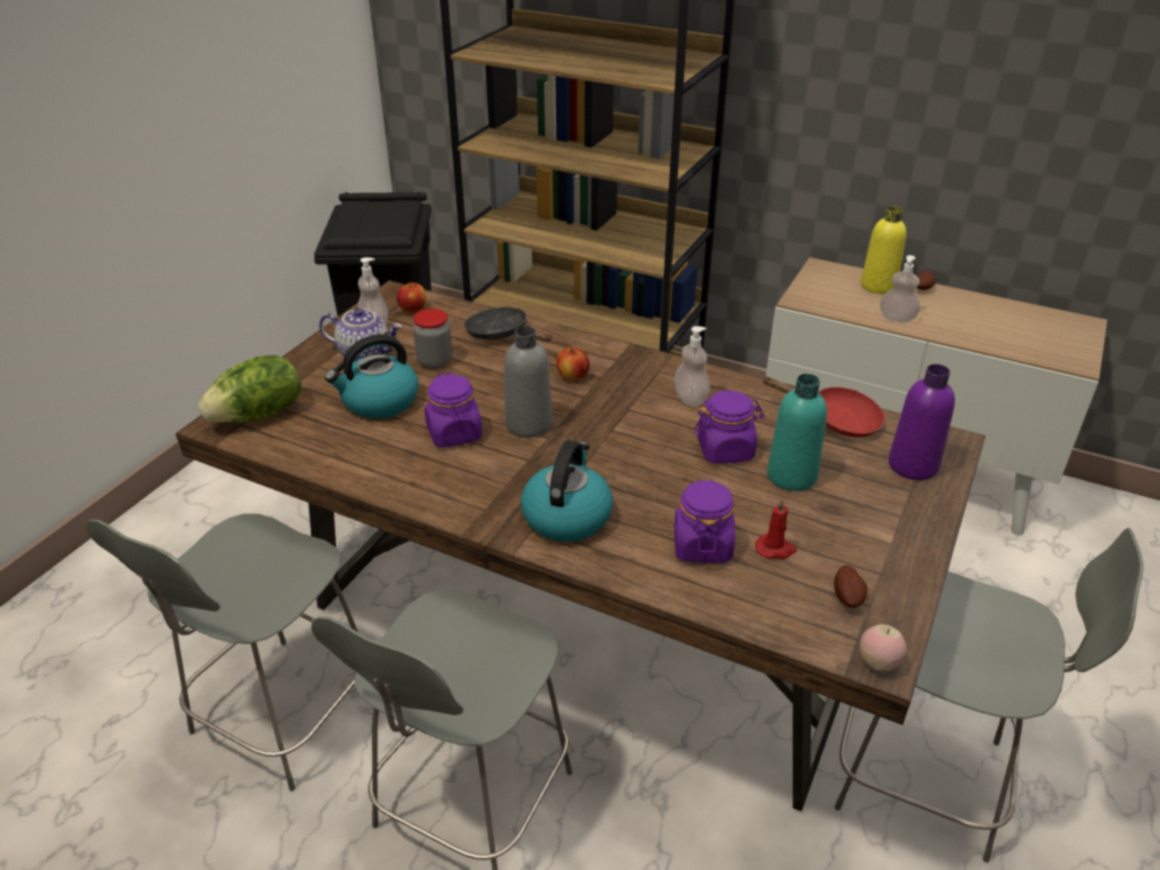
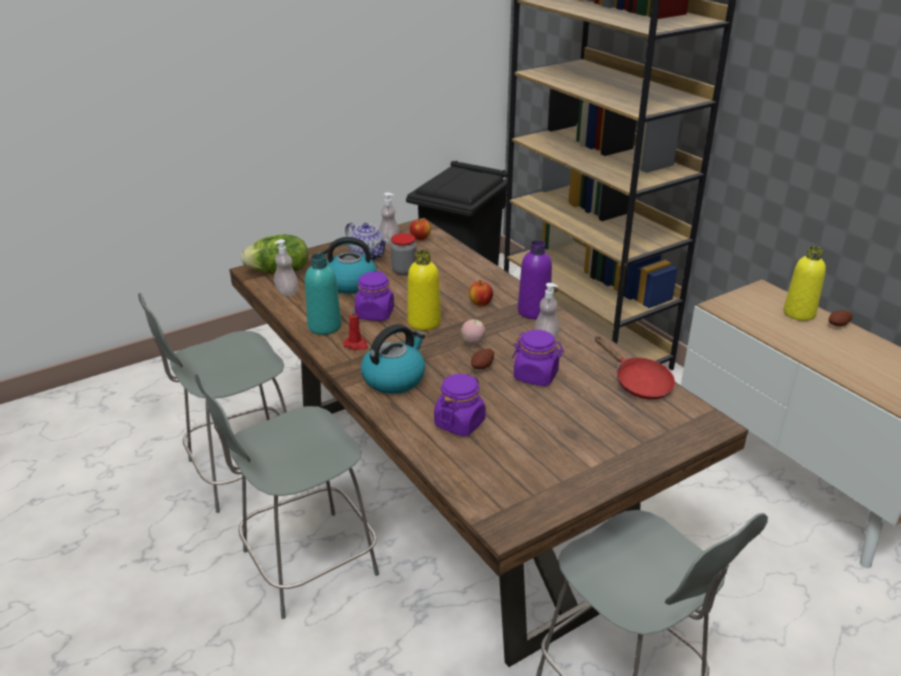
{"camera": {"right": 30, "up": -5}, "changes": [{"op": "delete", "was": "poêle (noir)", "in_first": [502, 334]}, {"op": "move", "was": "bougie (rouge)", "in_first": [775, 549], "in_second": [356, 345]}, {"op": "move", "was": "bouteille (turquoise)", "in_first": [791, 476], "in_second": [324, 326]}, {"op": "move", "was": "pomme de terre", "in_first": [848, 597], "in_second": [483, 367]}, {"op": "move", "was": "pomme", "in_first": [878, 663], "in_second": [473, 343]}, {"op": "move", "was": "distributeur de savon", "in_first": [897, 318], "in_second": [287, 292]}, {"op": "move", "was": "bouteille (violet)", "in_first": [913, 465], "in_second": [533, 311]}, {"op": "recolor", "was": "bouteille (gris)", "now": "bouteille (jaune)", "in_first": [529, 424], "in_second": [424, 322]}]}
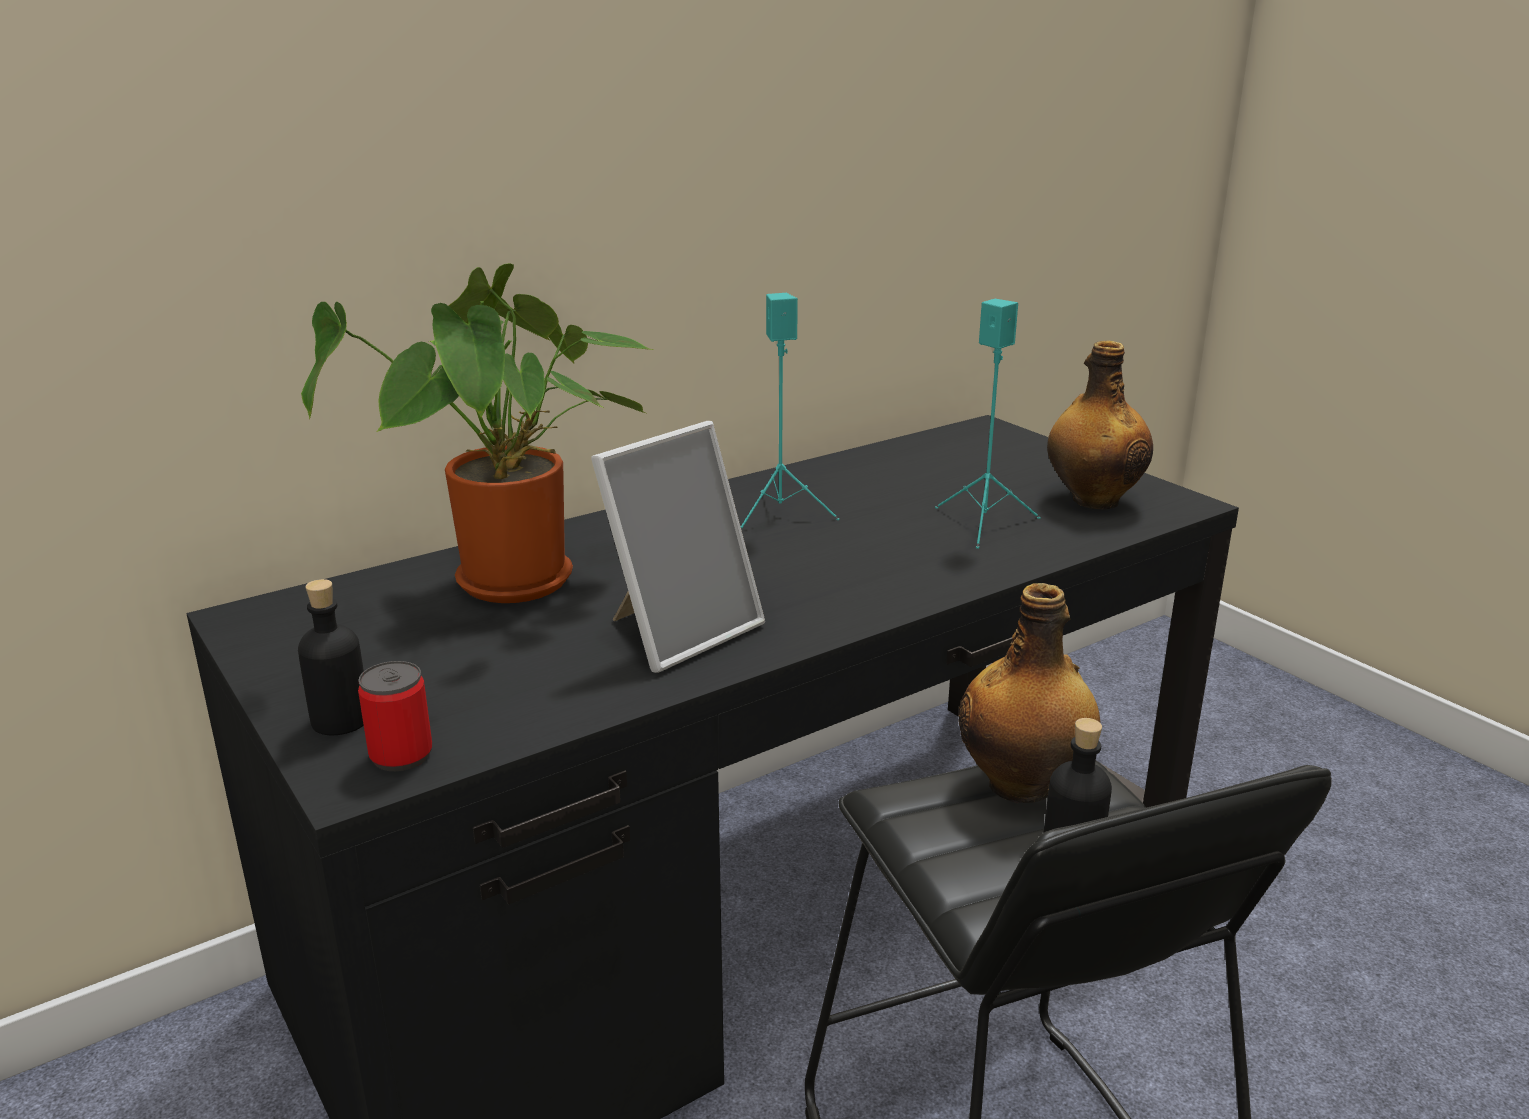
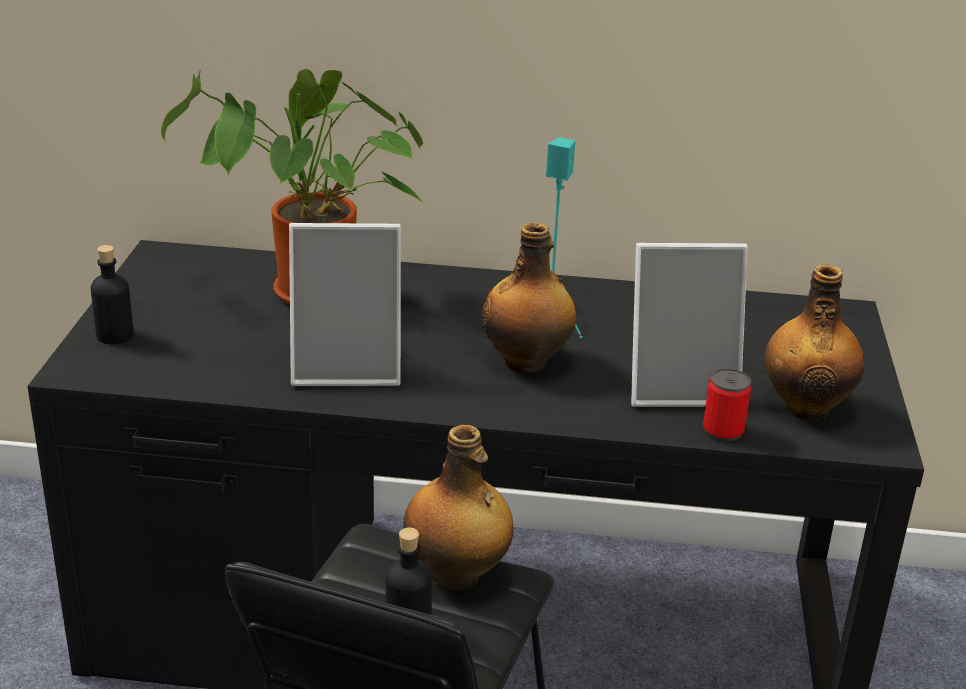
{"camera": {"right": 40, "up": 5}, "changes": [{"op": "insert", "now": "bouteille", "in_second": [526, 362]}, {"op": "move", "was": "boîte métallique", "in_first": [401, 755], "in_second": [723, 431]}, {"op": "replace", "was": "enceinte (turquoise)", "now": "cadre photo", "in_first": [985, 523], "in_second": [680, 387]}]}
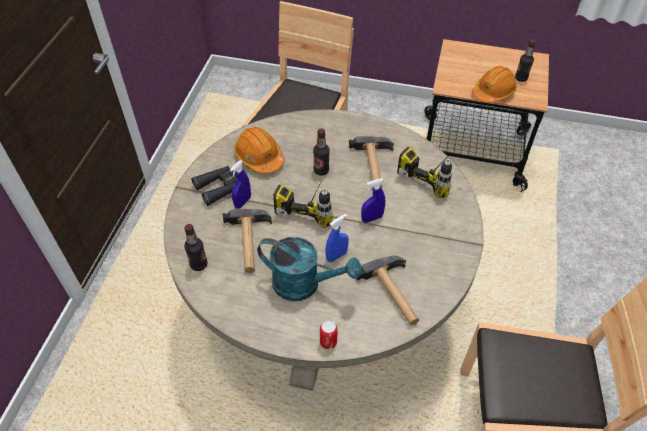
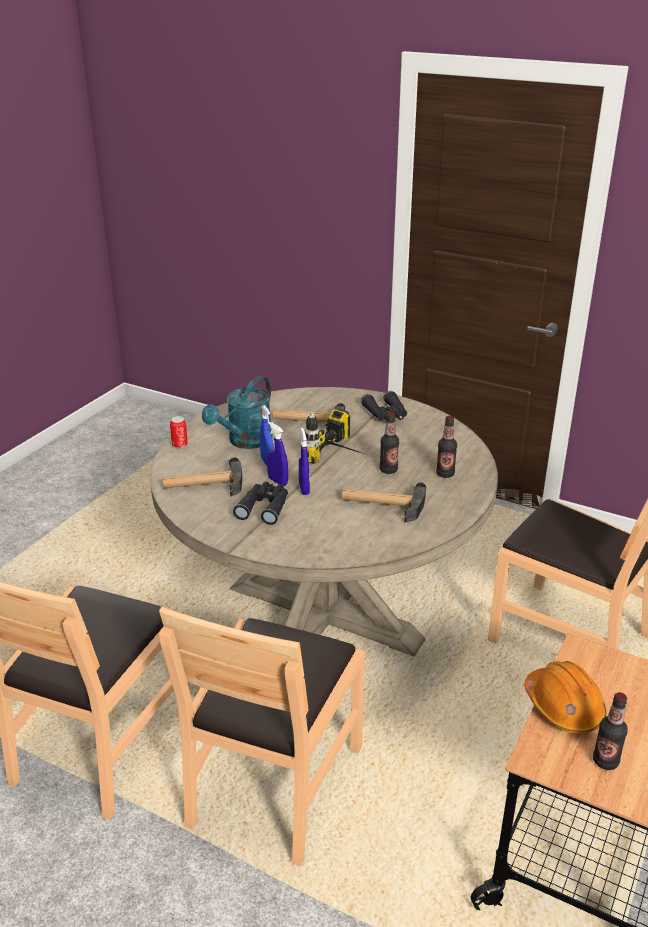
{"camera": {"right": 105, "up": -20}, "changes": [{"op": "delete", "was": "casque de chantier (orange)", "in_first": [259, 157]}, {"op": "delete", "was": "perceuse", "in_first": [434, 173]}, {"op": "insert", "now": "chaise (marron)", "in_second": [274, 784]}, {"op": "insert", "now": "jumelles (noir)", "in_second": [264, 507]}, {"op": "move", "was": "bouteille", "in_first": [199, 264], "in_second": [445, 474]}, {"op": "move", "was": "vaporisateur (bleu)", "in_first": [242, 202], "in_second": [277, 481]}]}
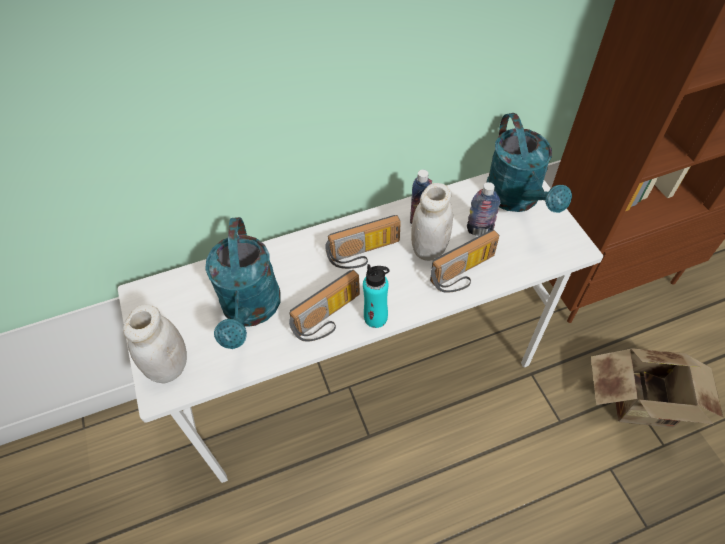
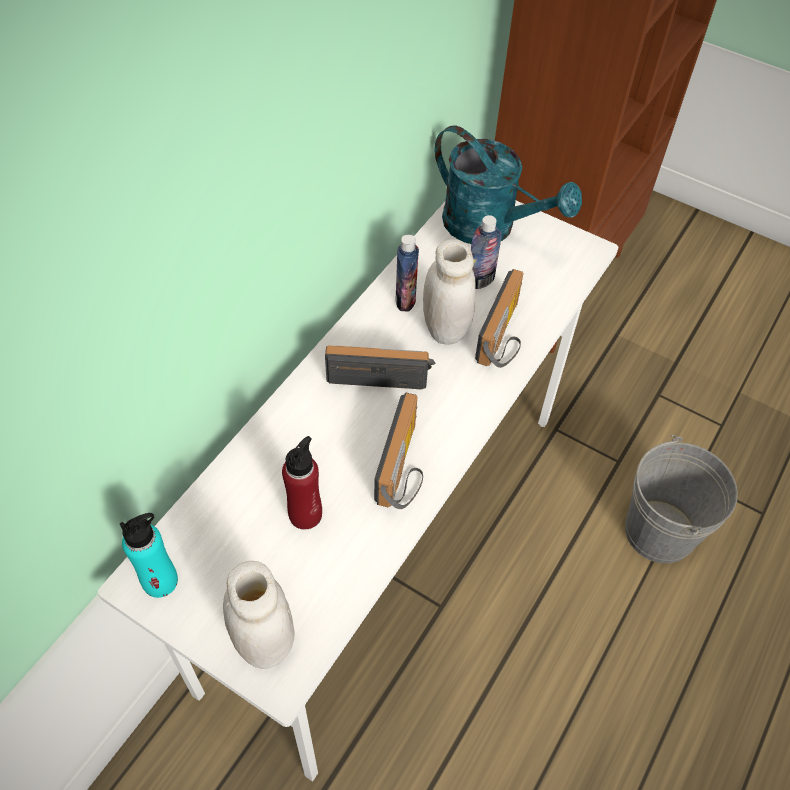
{"camera": {"right": -40, "up": 0}, "changes": [{"op": "delete", "was": "carton", "in_first": [643, 406]}, {"op": "insert", "now": "seau (gris)", "in_second": [659, 531]}, {"op": "move", "was": "bouteille (turquoise)", "in_first": [376, 317], "in_second": [160, 581]}, {"op": "replace", "was": "arrosoir (turquoise)", "now": "bouteille (rouge)", "in_first": [250, 310], "in_second": [305, 514]}, {"op": "rotate", "was": "radio", "in_first": [365, 254], "in_second": [381, 373], "clockwise": -120}]}
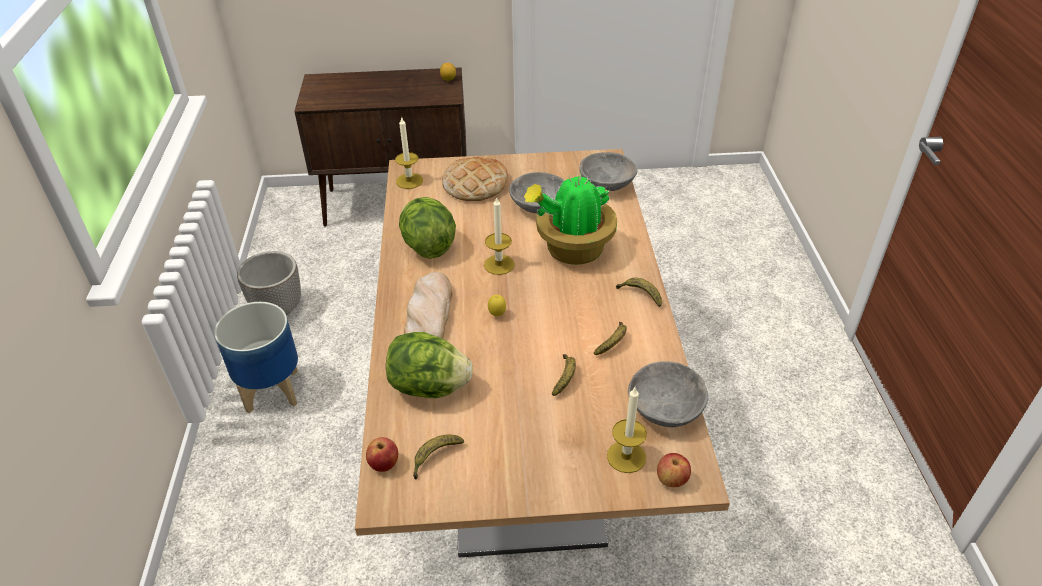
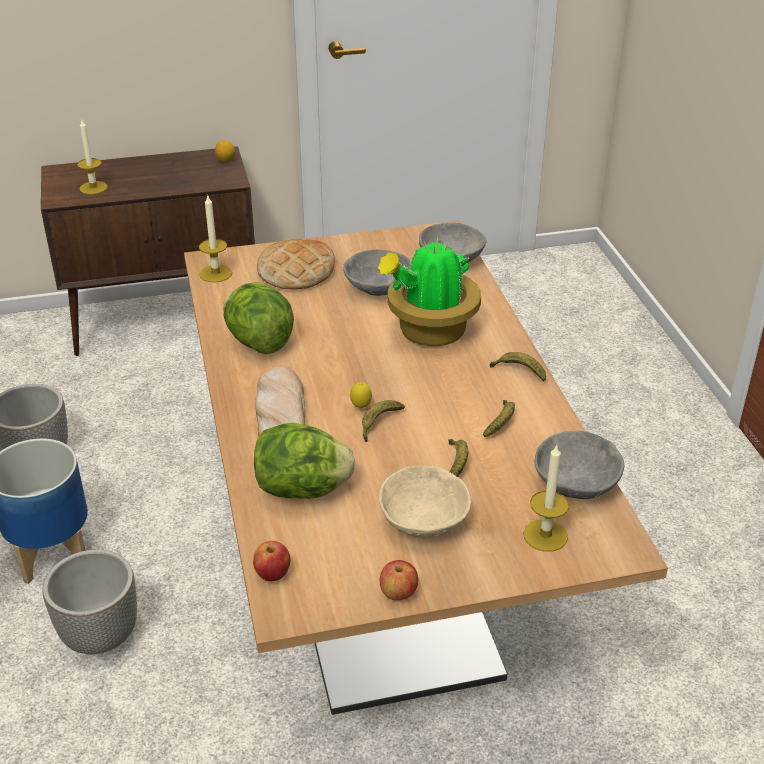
{"camera": {"right": -10, "up": -5}, "changes": [{"op": "insert", "now": "cache-pot", "in_second": [101, 635]}, {"op": "insert", "now": "bol (beige)", "in_second": [423, 520]}, {"op": "move", "was": "banane", "in_first": [435, 457], "in_second": [379, 424]}, {"op": "move", "was": "bougie", "in_first": [499, 264], "in_second": [93, 188]}, {"op": "move", "was": "pomme", "in_first": [671, 480], "in_second": [398, 593]}]}
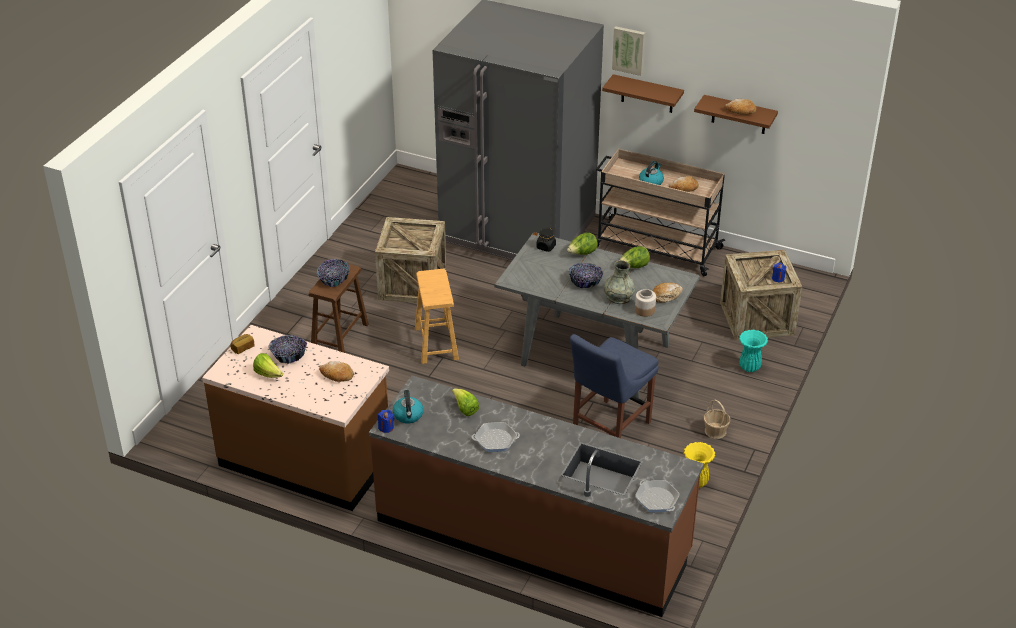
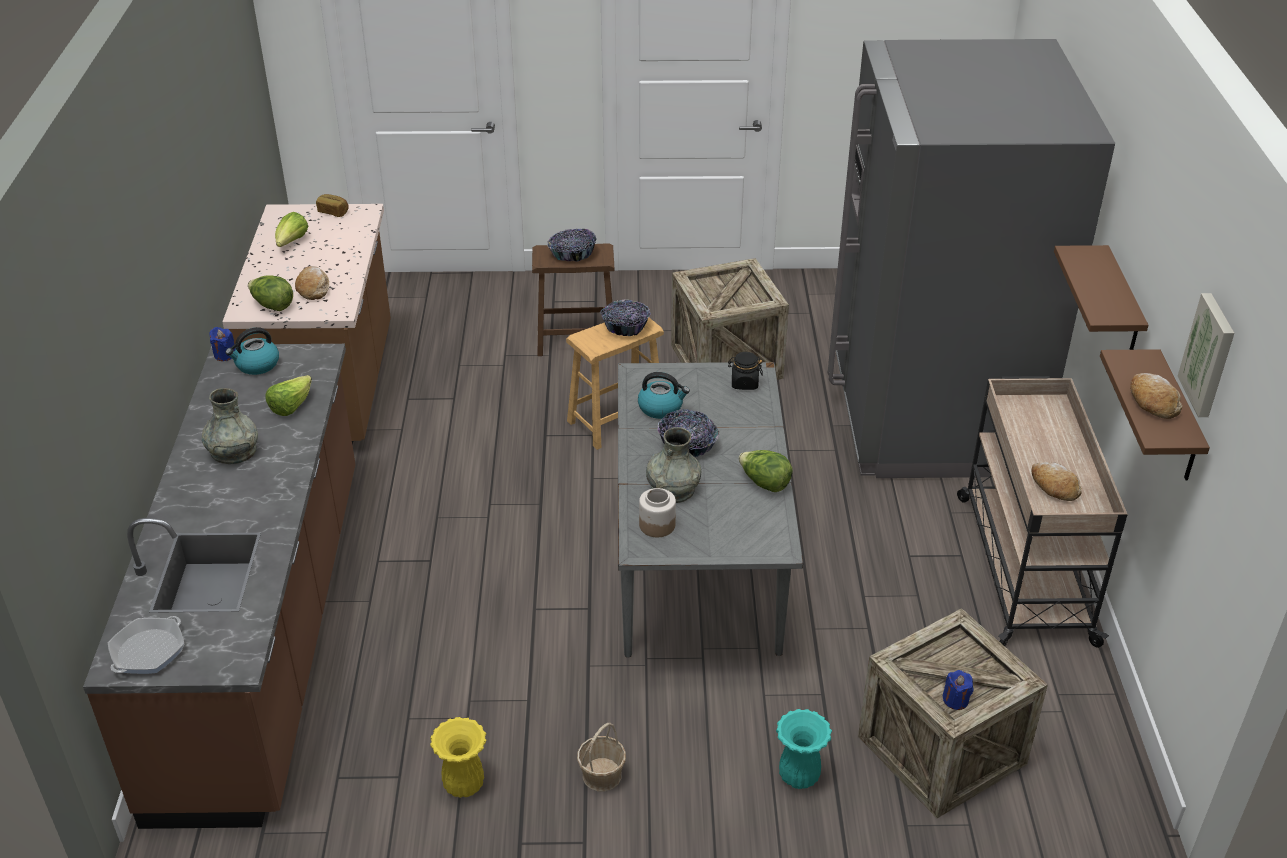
{"camera": {"right": 65, "up": 0}, "changes": [{"op": "delete", "was": "chaise (bleu)", "in_first": [608, 428]}, {"op": "delete", "was": "pain", "in_first": [666, 296]}, {"op": "move", "was": "bol", "in_first": [288, 355], "in_second": [626, 326]}, {"op": "move", "was": "laitue", "in_first": [582, 253], "in_second": [272, 306]}, {"op": "move", "was": "tableau", "in_first": [629, 50], "in_second": [1209, 355]}, {"op": "move", "was": "bouilloire", "in_first": [651, 182], "in_second": [661, 408]}, {"op": "replace", "was": "poêle", "now": "vase (gris)", "in_first": [495, 440], "in_second": [233, 451]}]}
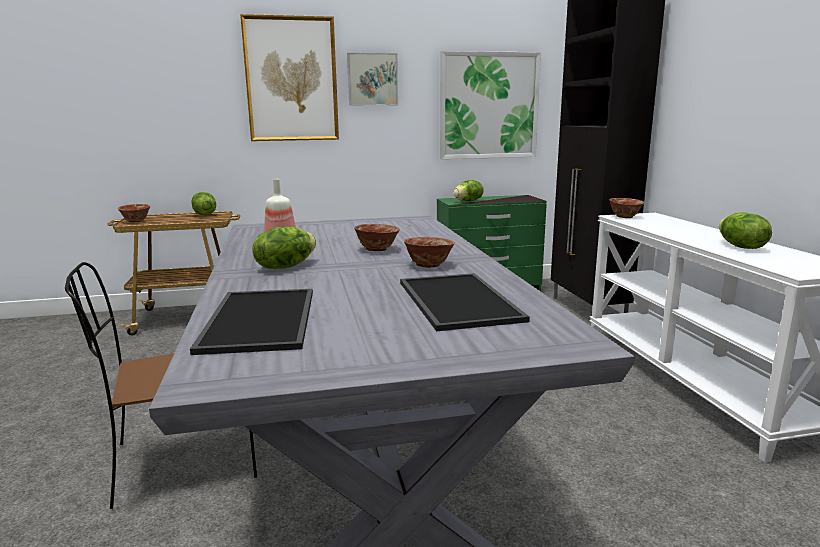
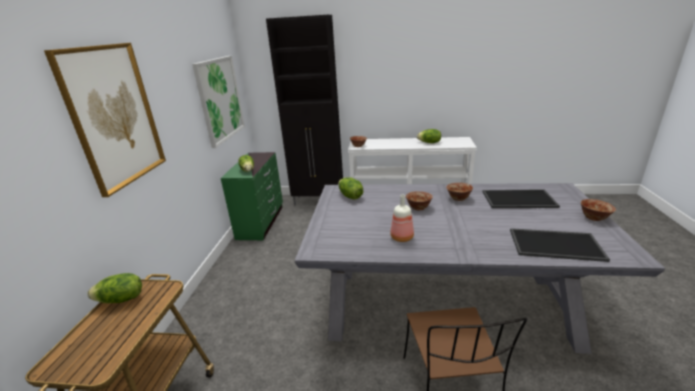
{"camera": {"right": -70, "up": 10}, "changes": [{"op": "delete", "was": "tableau", "in_first": [372, 79]}, {"op": "move", "was": "bol", "in_first": [136, 221], "in_second": [593, 218]}, {"op": "move", "was": "laitue", "in_first": [285, 266], "in_second": [350, 196]}]}
